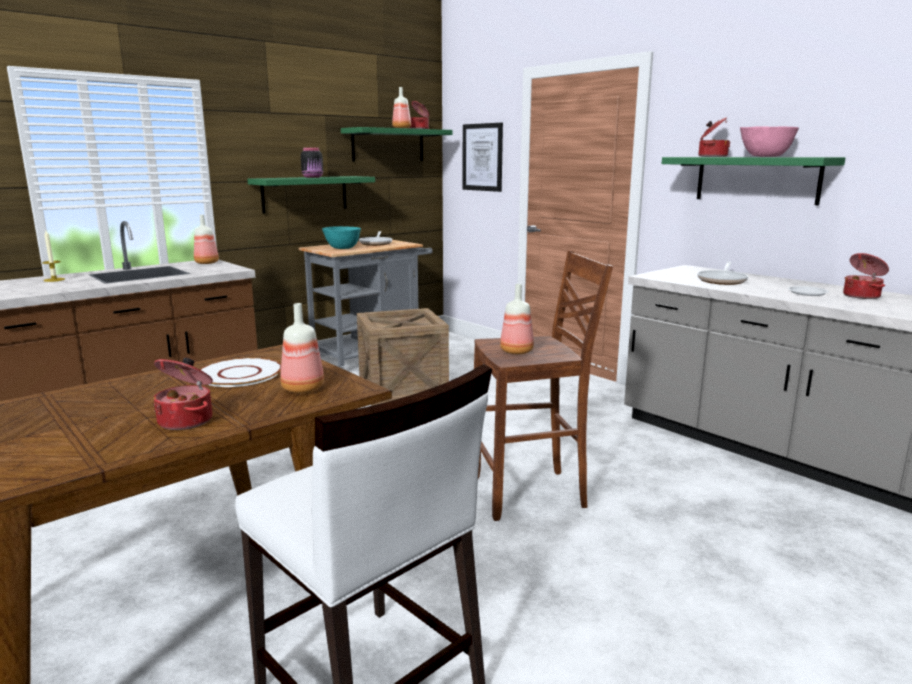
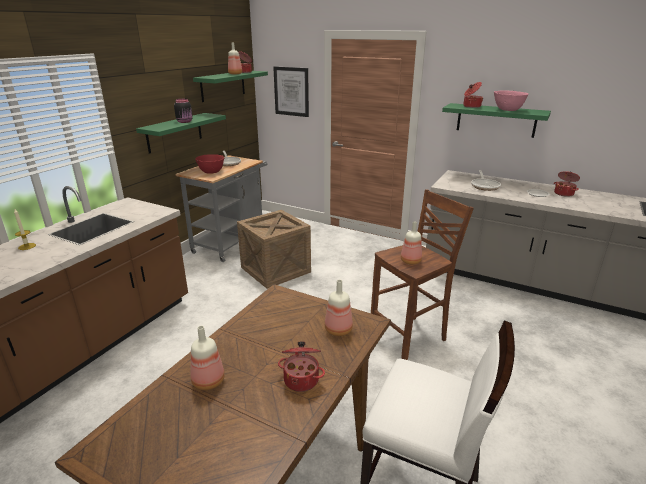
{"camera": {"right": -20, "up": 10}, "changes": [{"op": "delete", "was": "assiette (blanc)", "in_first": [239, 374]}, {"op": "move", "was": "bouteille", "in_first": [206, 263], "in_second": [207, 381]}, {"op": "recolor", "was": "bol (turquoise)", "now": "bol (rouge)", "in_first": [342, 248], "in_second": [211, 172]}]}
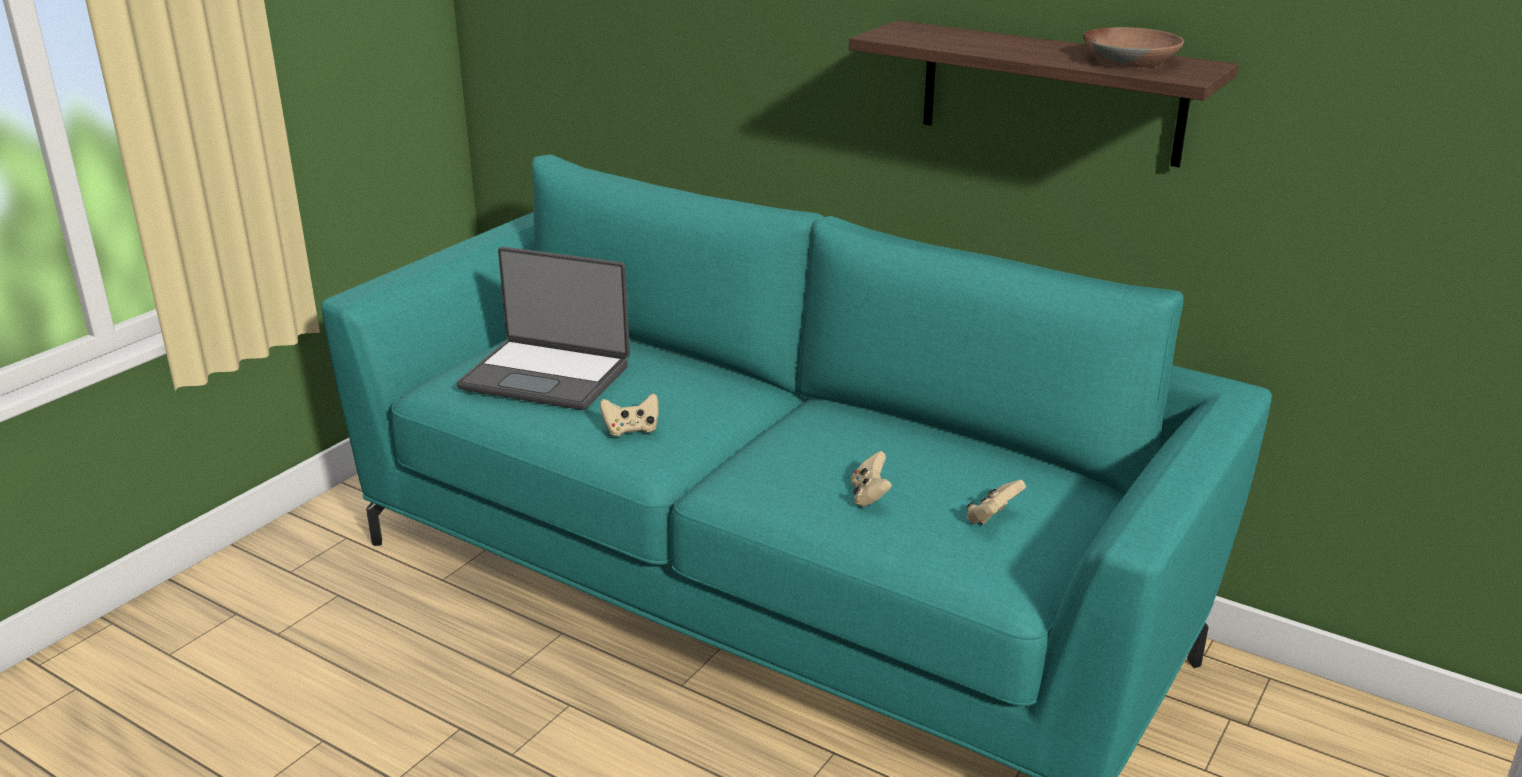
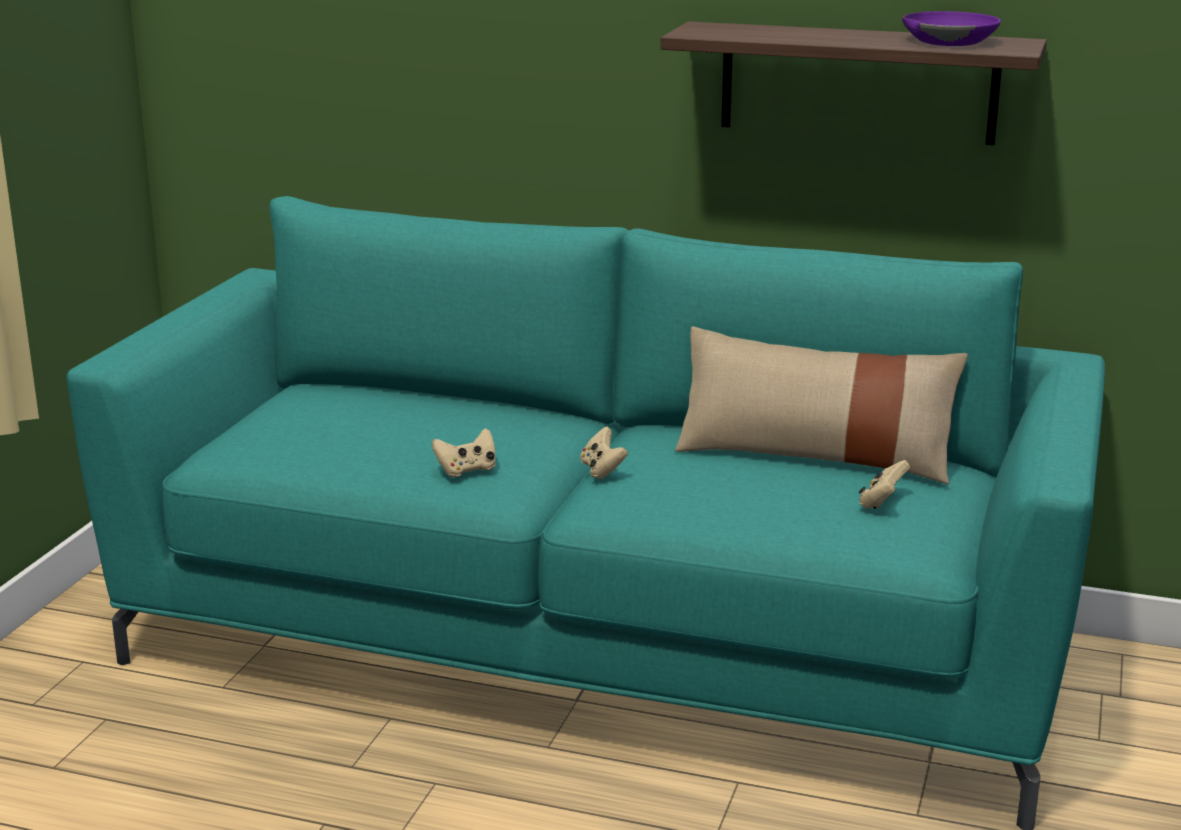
{"camera": {"right": -15, "up": -5}, "changes": [{"op": "delete", "was": "ordinateur portable", "in_first": [547, 376]}, {"op": "insert", "now": "coussin (beige)", "in_second": [815, 455]}, {"op": "move", "was": "manette (beige)", "in_first": [869, 496], "in_second": [602, 470]}, {"op": "recolor", "was": "bol (marron)", "now": "bol (violet)", "in_first": [1129, 60], "in_second": [949, 41]}]}
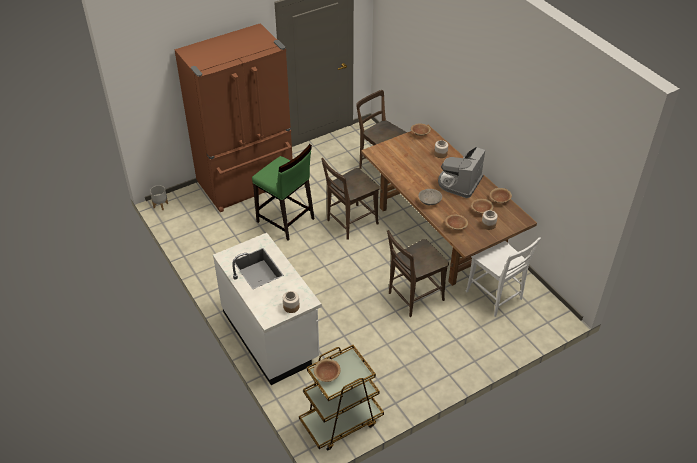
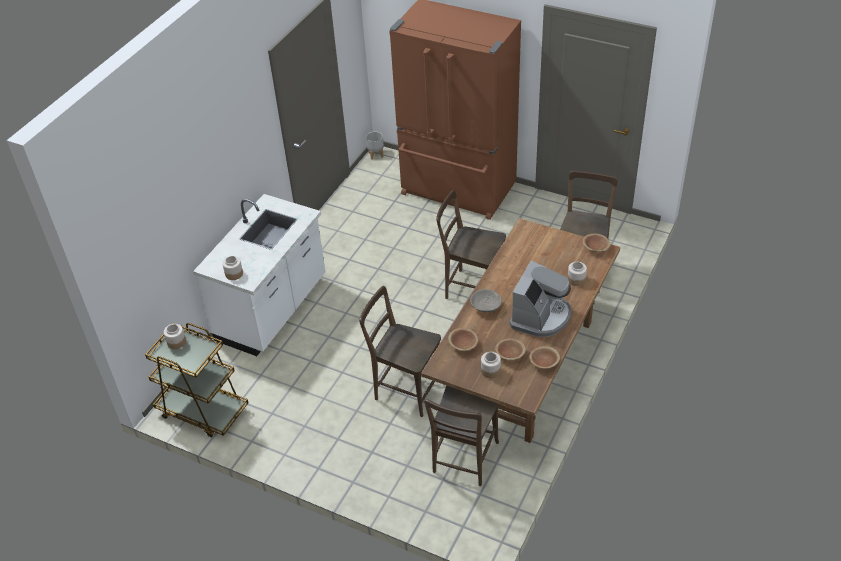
{"camera": {"right": 60, "up": 0}, "changes": [{"op": "delete", "was": "tabouret (vert)", "in_first": [285, 221]}, {"op": "replace", "was": "bol (marron)", "now": "bocal", "in_first": [327, 374], "in_second": [176, 342]}, {"op": "recolor", "was": "chaise (blanc)", "now": "chaise (marron)", "in_first": [496, 297], "in_second": [464, 460]}, {"op": "rotate", "was": "machine à café", "in_first": [459, 183], "in_second": [541, 316], "clockwise": 120}]}
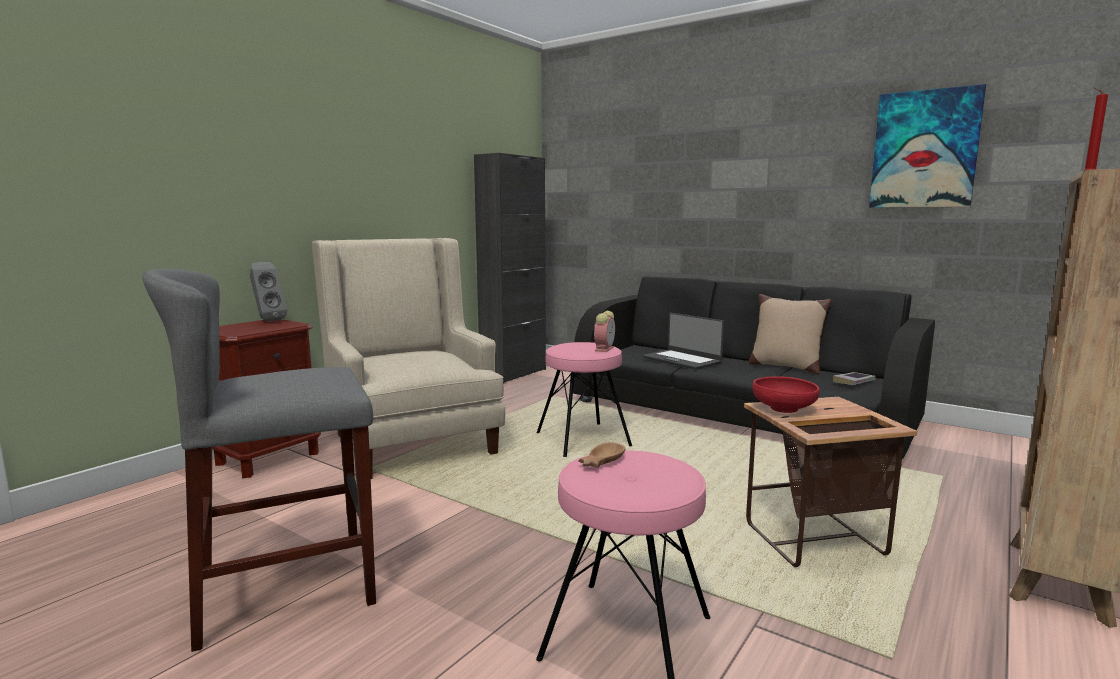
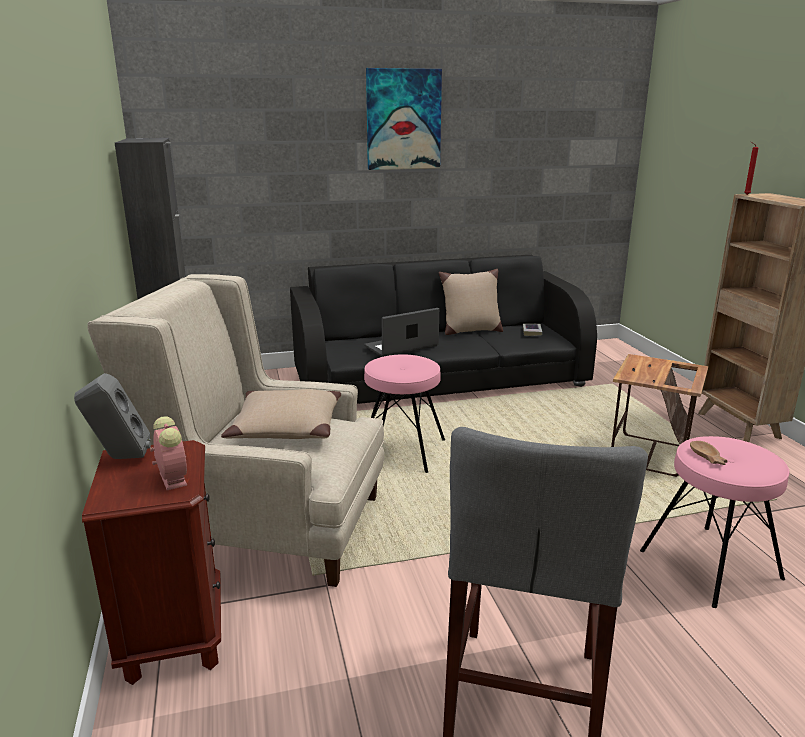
{"camera": {"right": -50, "up": 10}, "changes": [{"op": "delete", "was": "bol (rouge)", "in_first": [783, 408]}, {"op": "insert", "now": "coussin (beige)", "in_second": [286, 427]}, {"op": "move", "was": "réveil", "in_first": [604, 349], "in_second": [172, 478]}, {"op": "move", "was": "tableau", "in_first": [924, 149], "in_second": [403, 119]}, {"op": "rotate", "was": "ordinateur portable", "in_first": [682, 360], "in_second": [401, 346], "clockwise": 150}]}
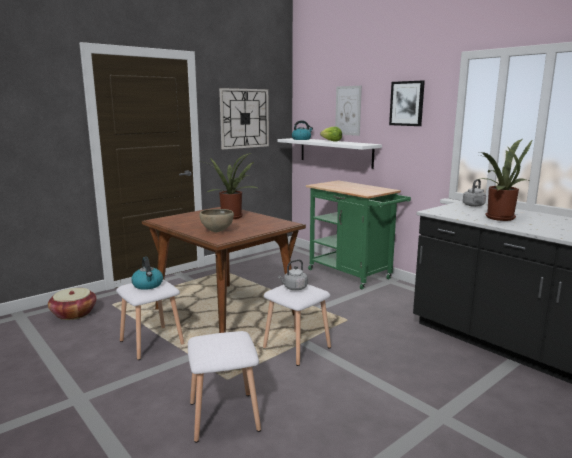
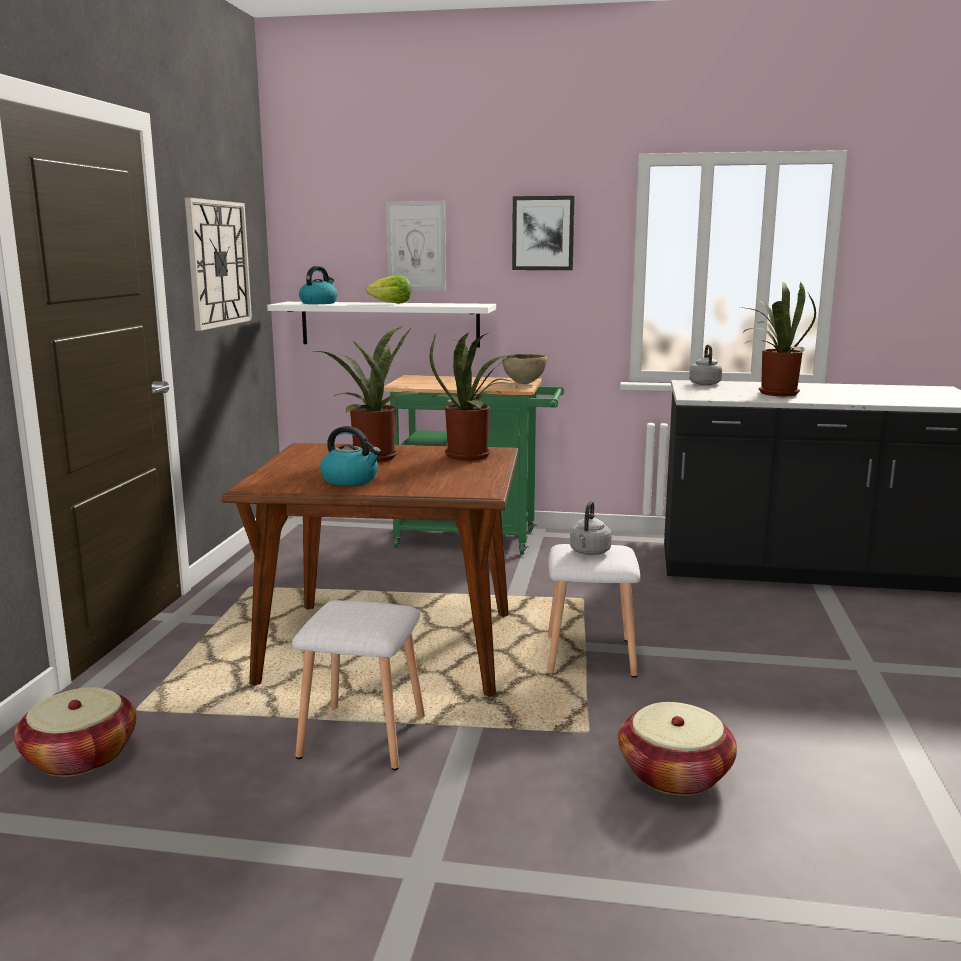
{"camera": {"right": -40, "up": 0}, "changes": [{"op": "insert", "now": "plante en pot", "in_second": [472, 456]}, {"op": "move", "was": "bouilloire", "in_first": [148, 285], "in_second": [351, 480]}, {"op": "move", "was": "bol (marron)", "in_first": [217, 231], "in_second": [524, 383]}, {"op": "replace", "was": "tabouret (blanc)", "now": "panier", "in_first": [225, 415], "in_second": [675, 774]}]}
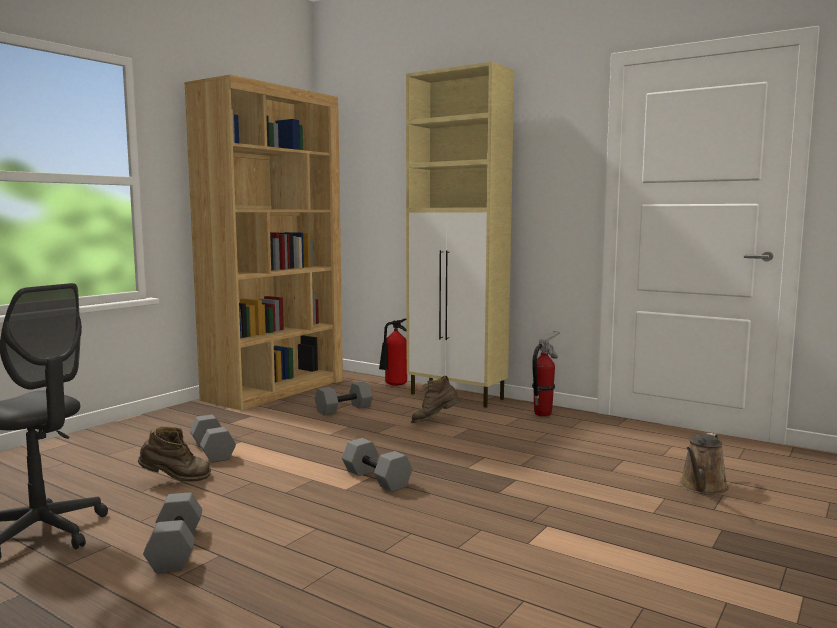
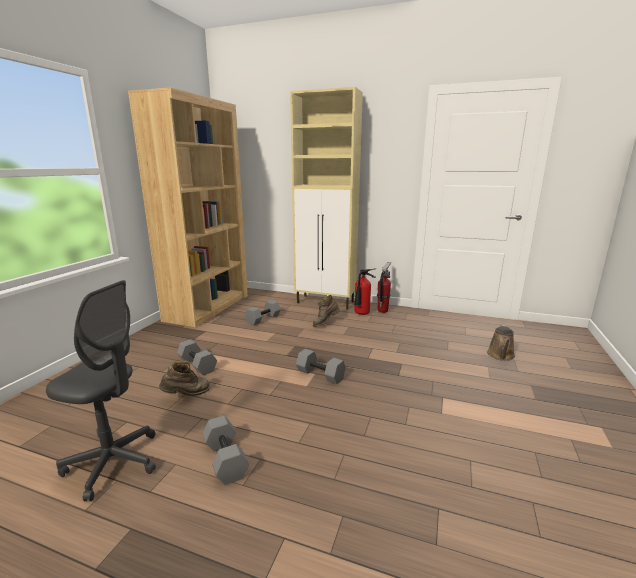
{"camera": {"right": -15, "up": 10}, "changes": [{"op": "move", "was": "extincteur", "in_first": [394, 385], "in_second": [361, 314]}]}
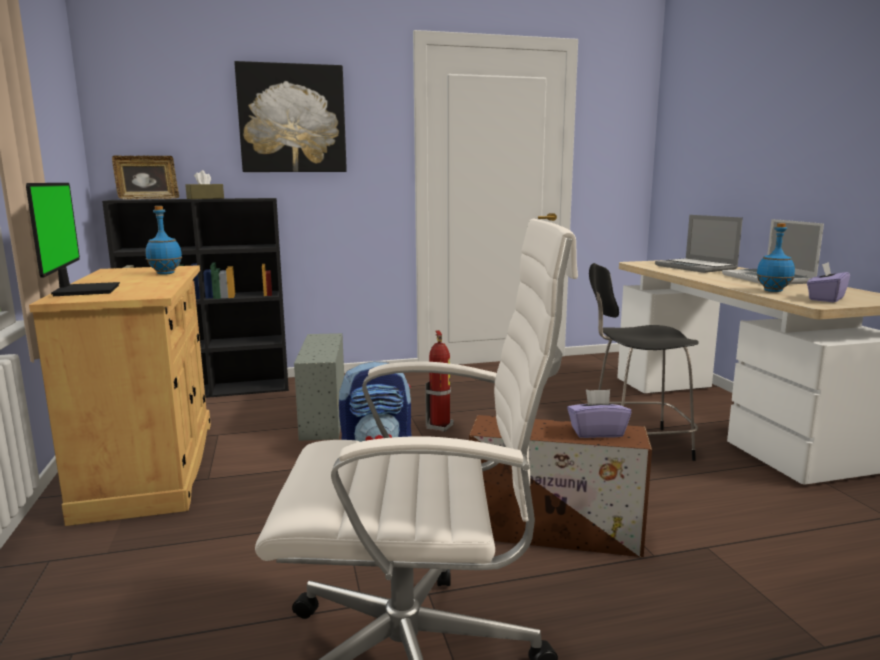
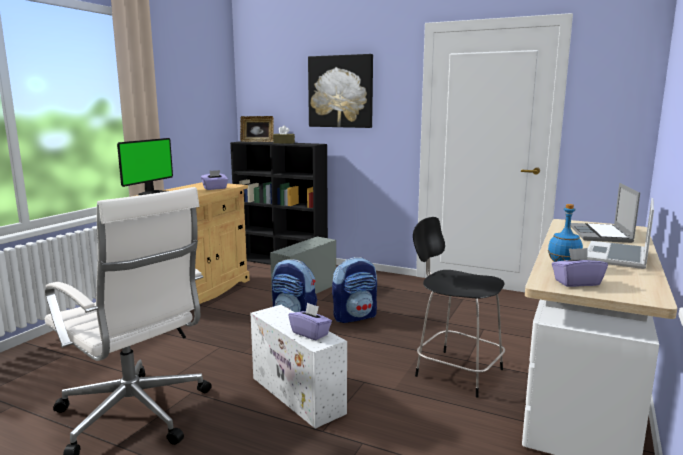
{"camera": {"right": 40, "up": 0}, "changes": [{"op": "replace", "was": "bouteille (bleu)", "now": "boîte à mouchoirs (violet)", "in_first": [165, 273], "in_second": [215, 188]}, {"op": "replace", "was": "extincteur", "now": "sac à dos", "in_first": [440, 426], "in_second": [355, 317]}, {"op": "recolor", "was": "boîte de rangement (marron)", "now": "boîte de rangement (blanc)", "in_first": [557, 532], "in_second": [298, 395]}]}
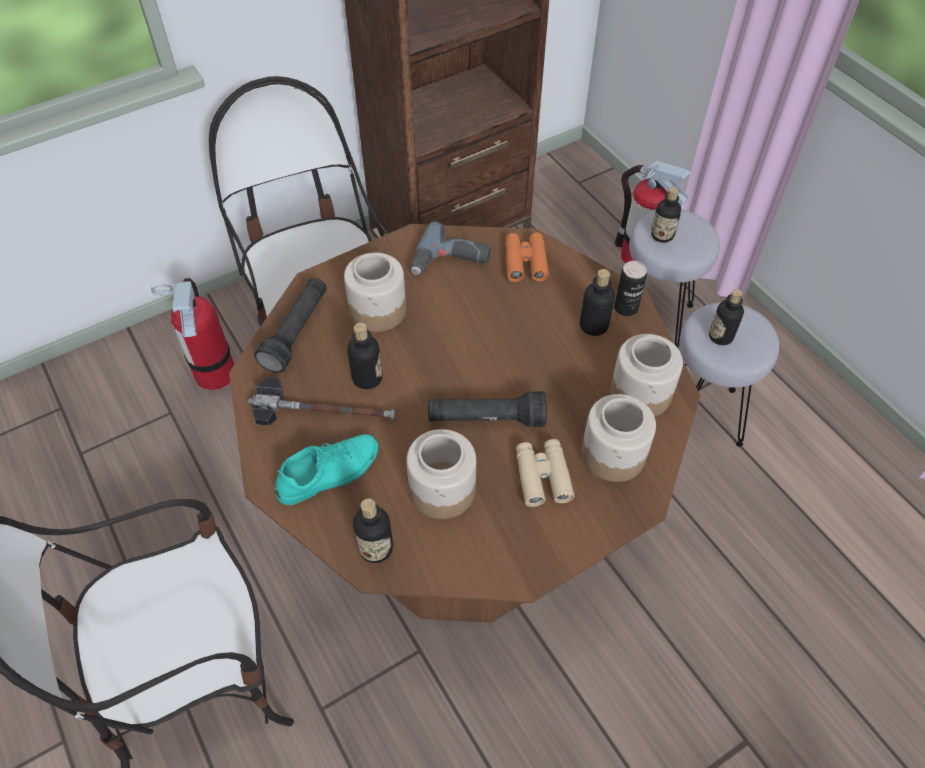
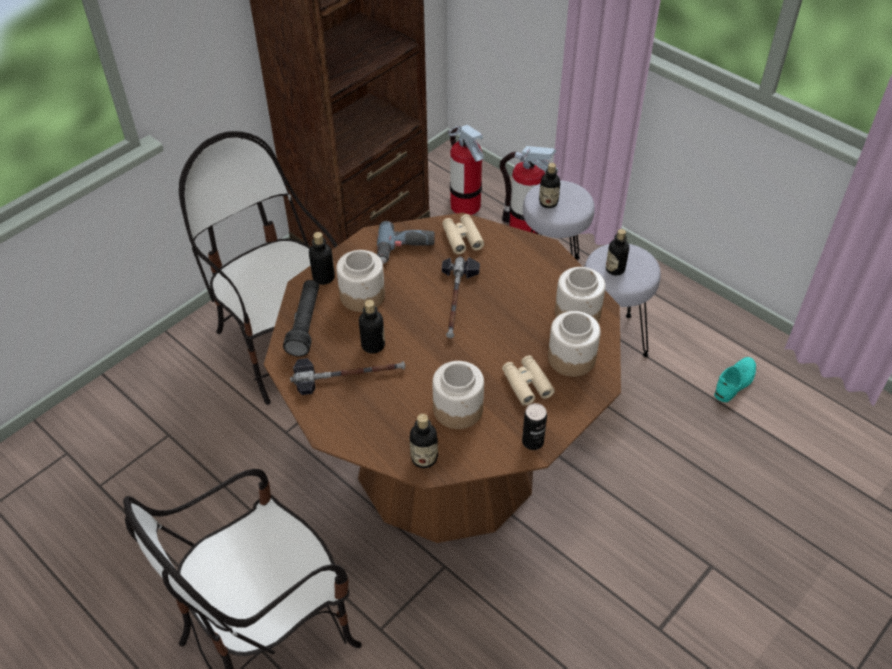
{"camera": {"right": -15, "up": -5}, "changes": [{"op": "delete", "was": "lampe de poche (noir)", "in_first": [486, 419]}, {"op": "insert", "now": "marteau", "in_second": [457, 300]}, {"op": "move", "was": "extincteur", "in_first": [215, 373], "in_second": [465, 205]}, {"op": "move", "was": "chaussure (turquoise)", "in_first": [329, 473], "in_second": [735, 382]}, {"op": "move", "was": "bouteille", "in_first": [593, 326], "in_second": [323, 277]}, {"op": "move", "was": "boîte métallique", "in_first": [626, 308], "in_second": [532, 441]}, {"op": "recolor", "was": "jumelles (orange)", "now": "jumelles (beige)", "in_first": [525, 262], "in_second": [462, 238]}]}
